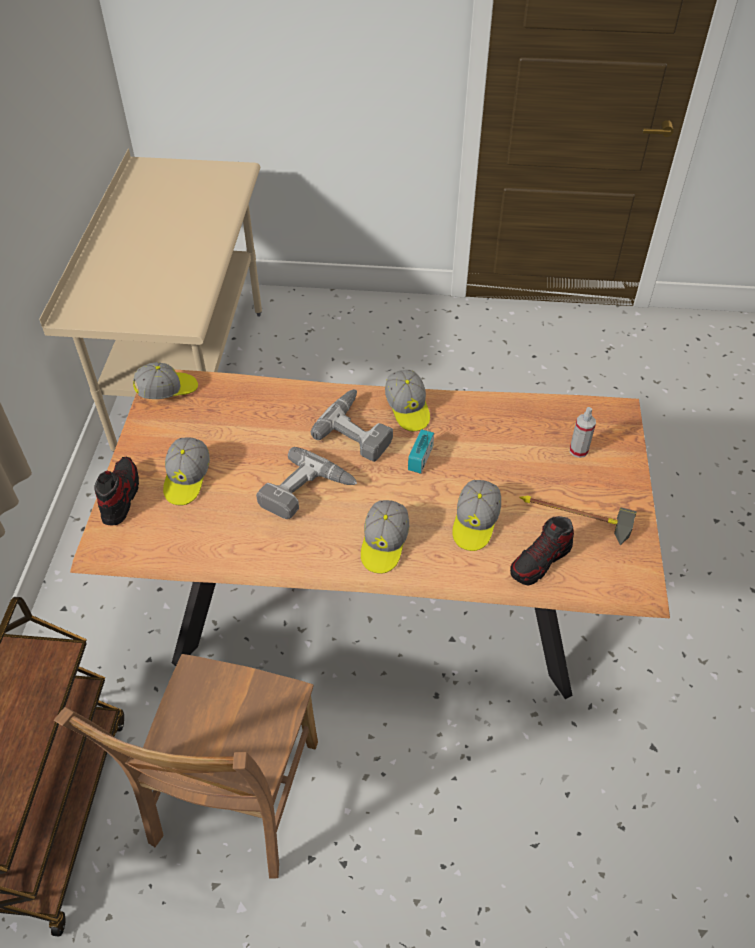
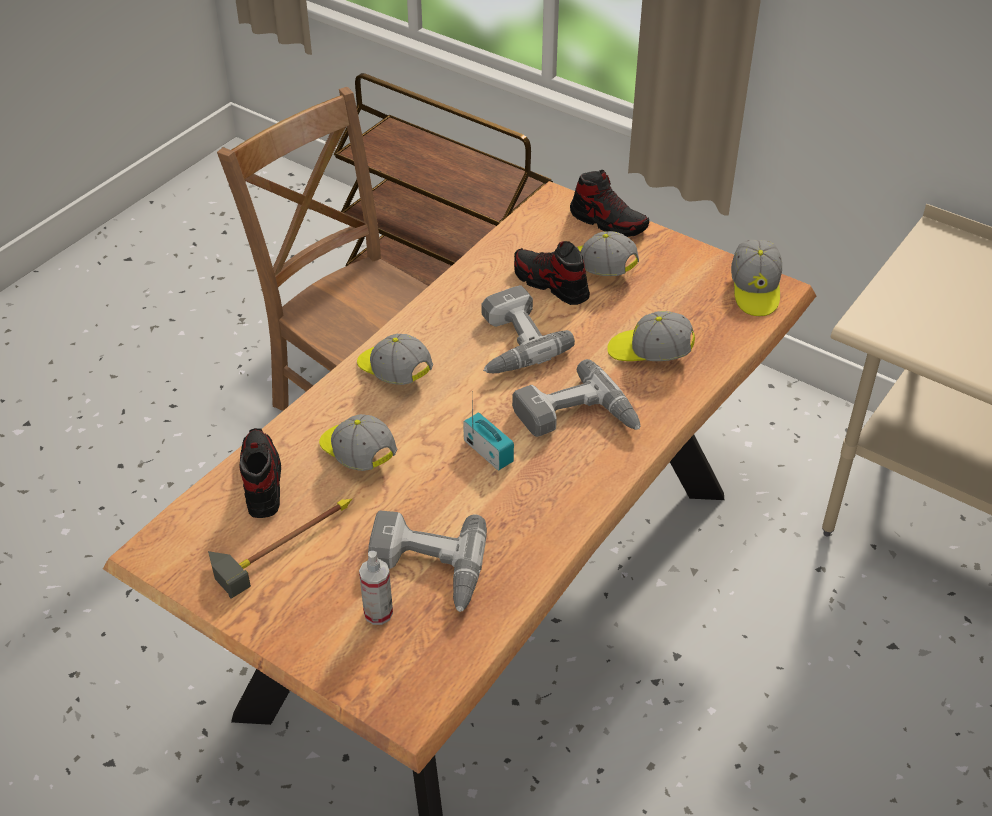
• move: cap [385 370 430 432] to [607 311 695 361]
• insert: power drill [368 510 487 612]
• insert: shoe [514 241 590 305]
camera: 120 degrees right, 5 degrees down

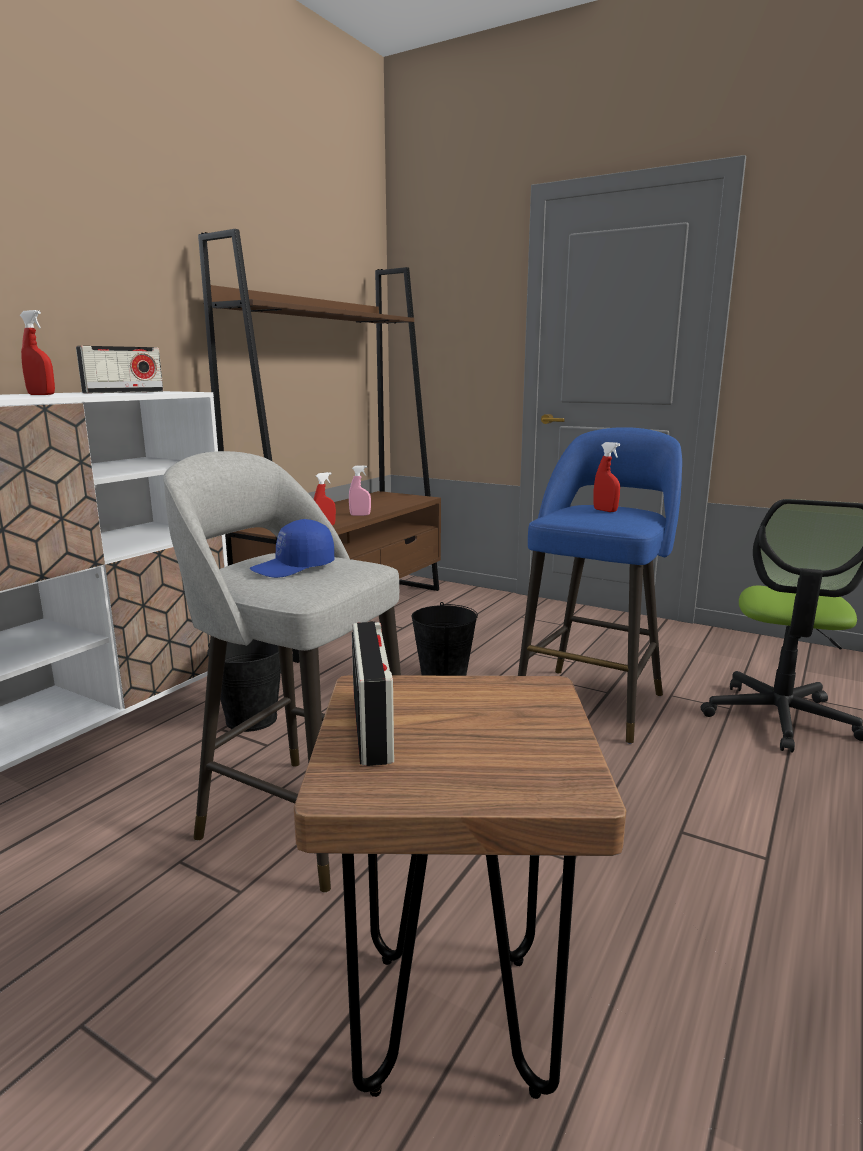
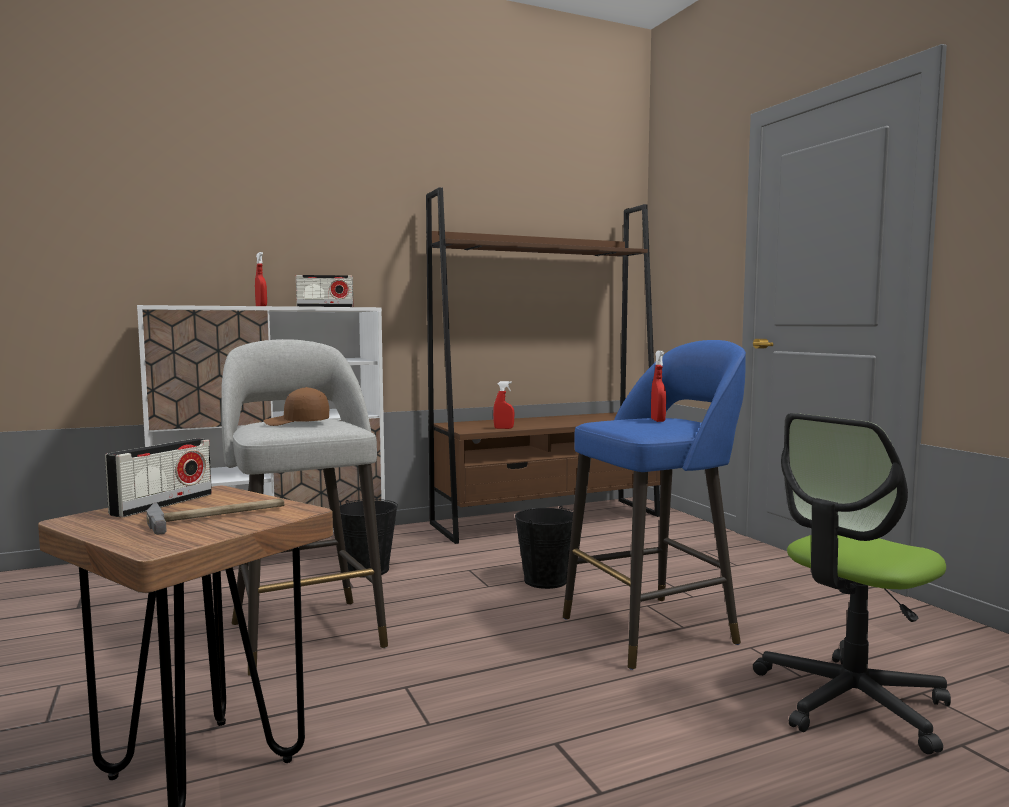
• recolor: blue cap [250 519 334 578] to brown cap [264 387 329 426]
• delete: pink spray bottle [349 465 371 516]
• insert: hammer [147 498 284 535]
camera: 35 degrees right, 10 degrees down

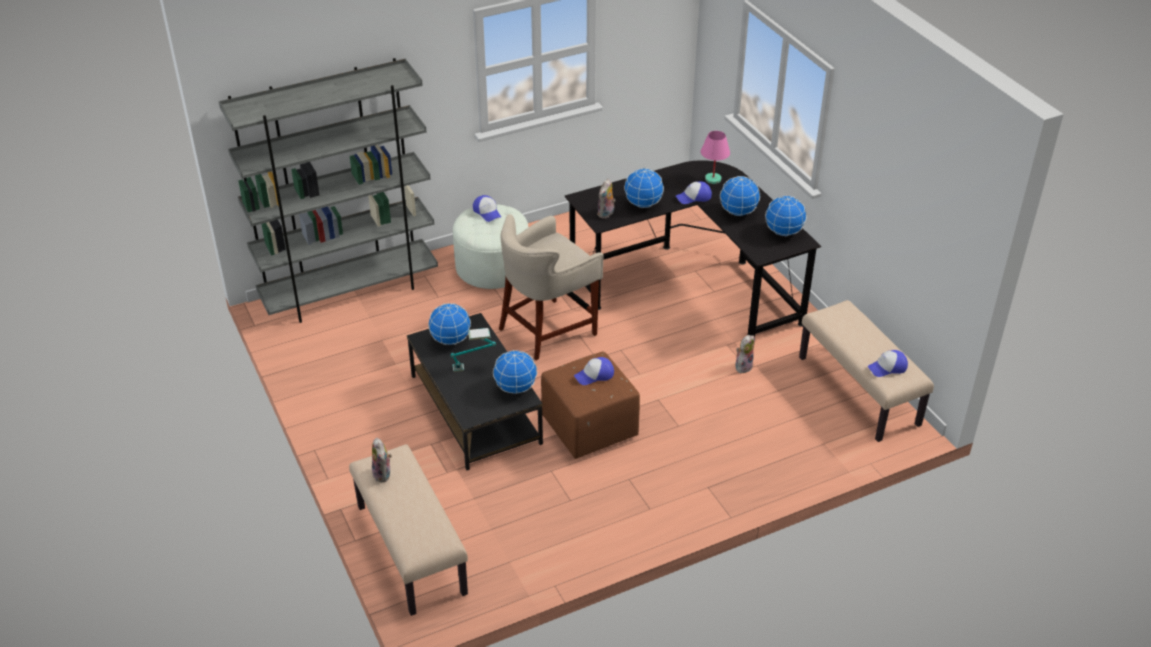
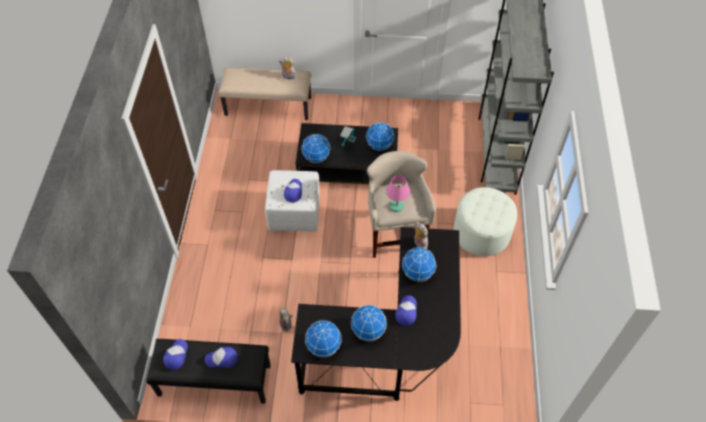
• move: cap [473 195 501 222] to [205 347 237 368]
• recolor: brown ottoman [541 352 640 459] to white ottoman [265 170 320 232]
• move: pink table lamp [701 131 730 184] to [386 176 410 212]
• recolor: beige bench [799 300 934 442] to black bench [146 339 271 404]
camera: 120 degrees right, 15 degrees up

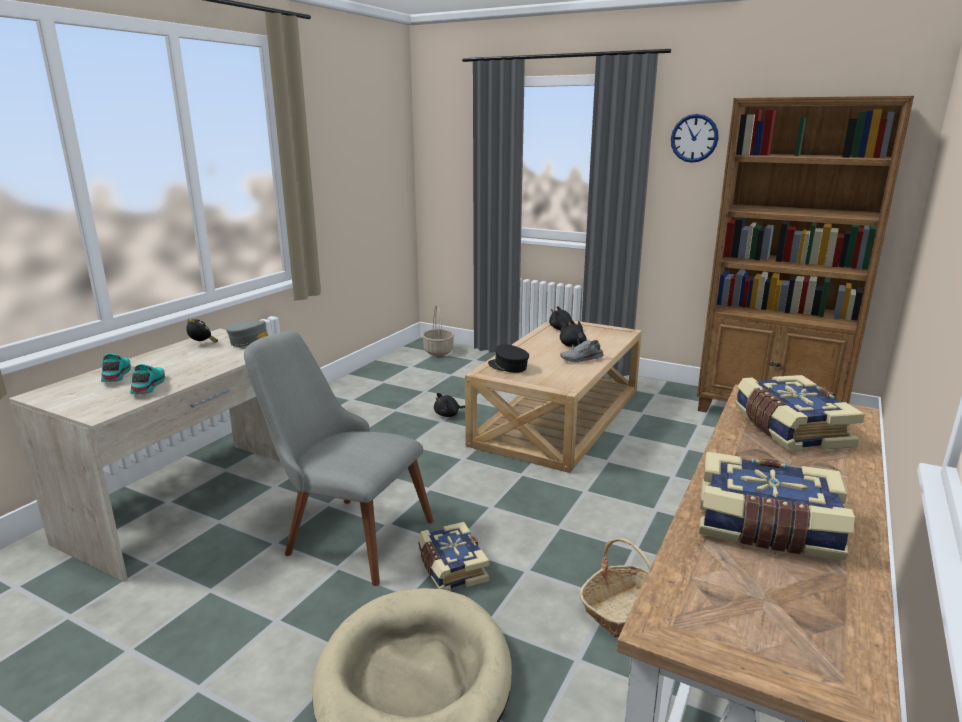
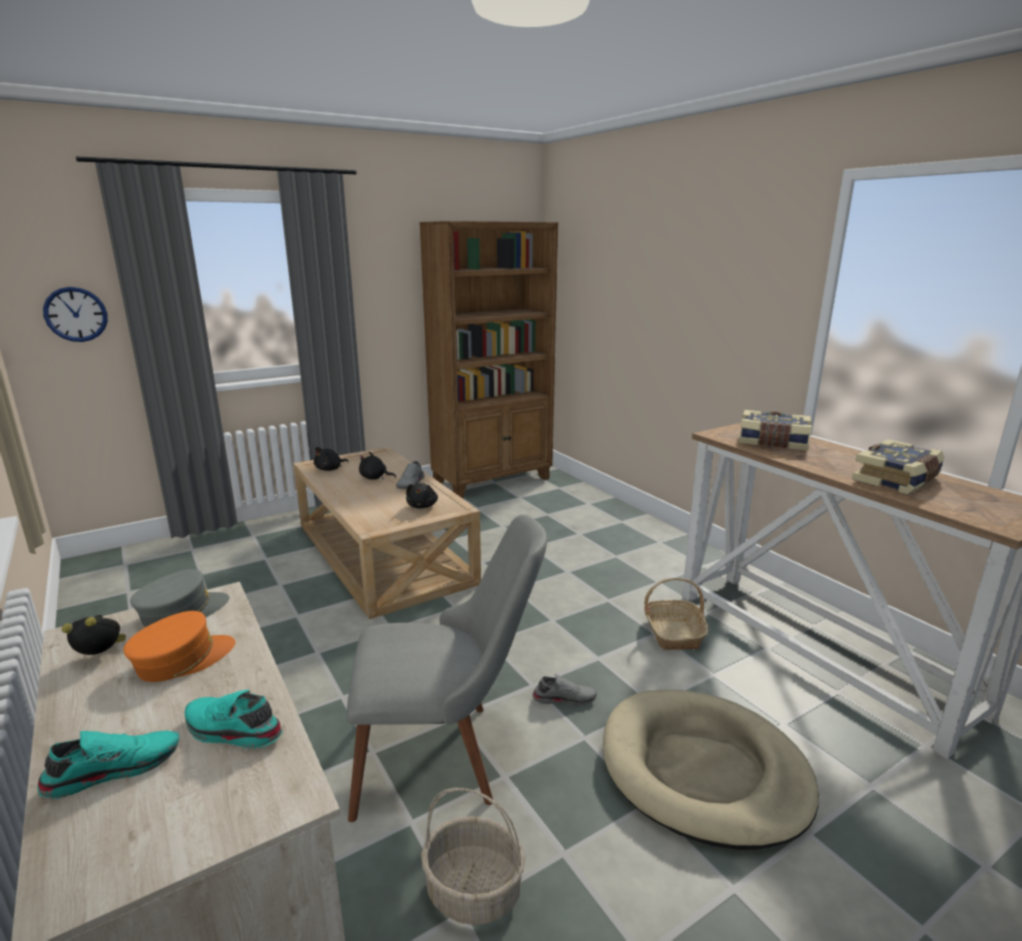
• rotate: turquoise shoe [101 353 131 382] = [37 731 179 799] 135 degrees clockwise
• rotate: grey chair [244 331 434 586] = [347 515 547 822] 150 degrees counterclockwise
• replace: book [418 522 490 591] to grey shoe [532 674 597 706]
• move: basket [422 305 454 356] to [421 788 525 925]
• move: black plush toy [434 393 465 417] to [406 483 438 509]
• delete: black cap [488 344 529 373]
• move: wall clock [671 114 719 163] to [43 287 108 342]
• insert: orange cap [123 611 236 682]
camera: 60 degrees left, 0 degrees up

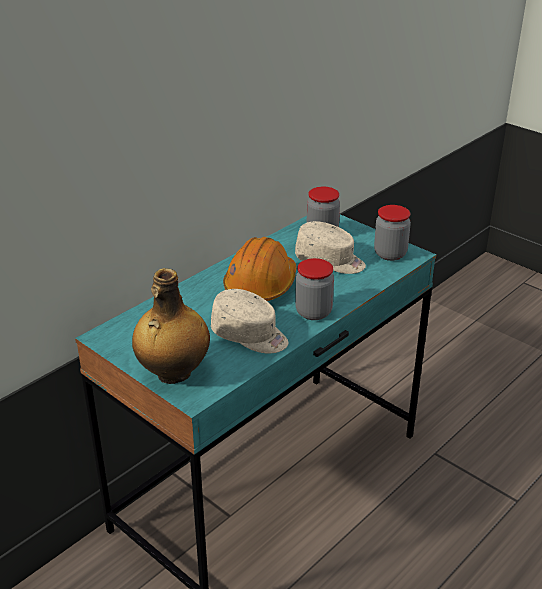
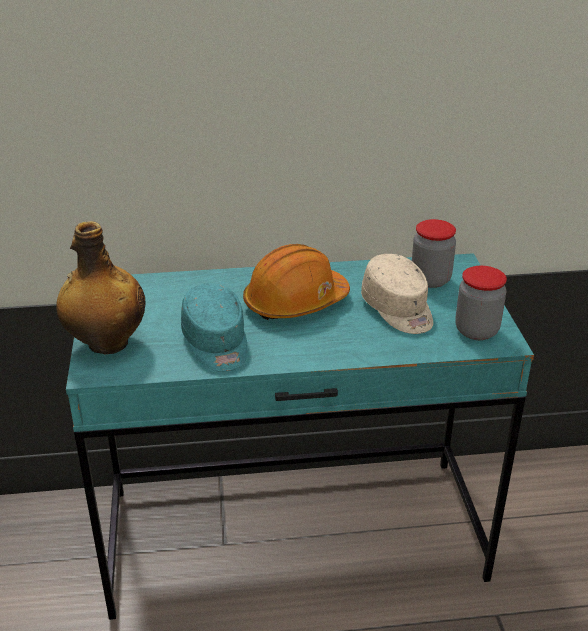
• recolor: beige cap [211 289 288 353] to turquoise cap [181 283 248 372]
• delete: jar [295 258 334 320]
camera: 40 degrees right, 0 degrees up

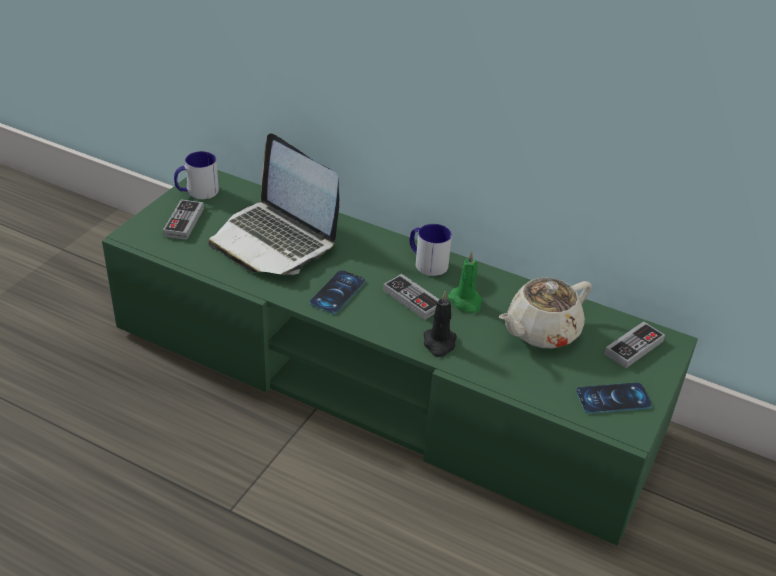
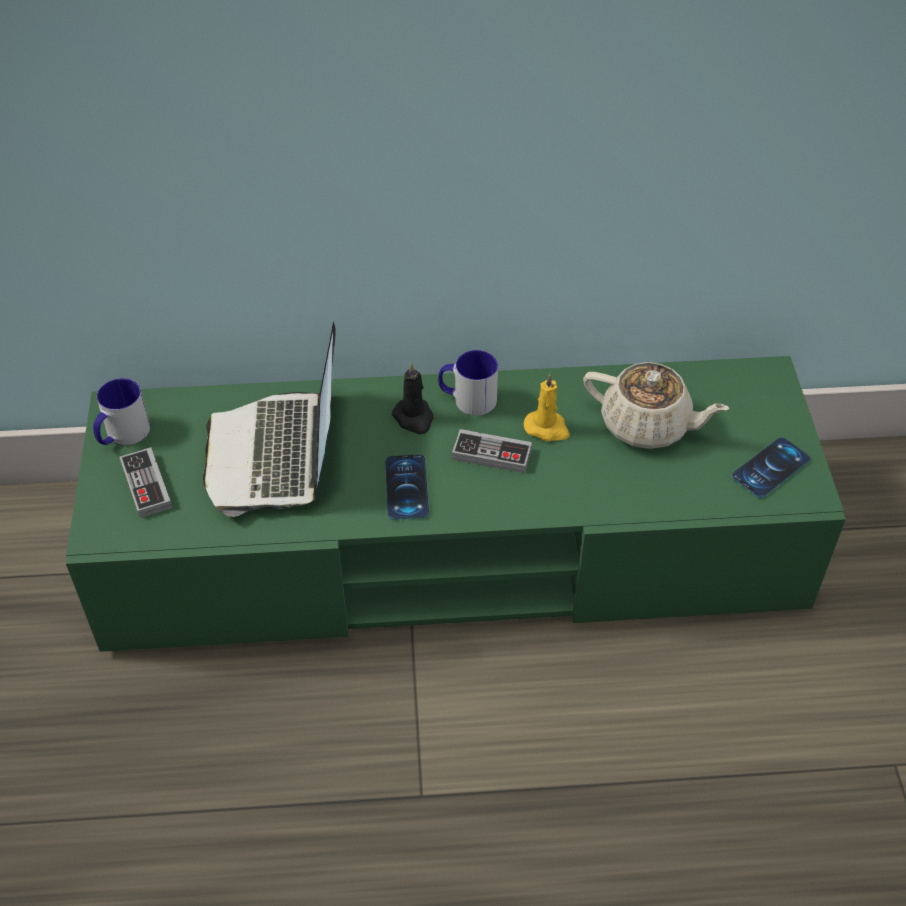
• rotate: laptop [208 133 339 275] = [203 321 336 517] 75 degrees clockwise
• move: black candle [424 291 457 357] to [392 362 434 434]
• recolor: green candle [448 251 482 313] to yellow candle [524 373 570 441]
• rotate: beige teapot [499 277 592 348] = [583 362 729 449] 90 degrees counterclockwise
• delete: game controller [604 321 665 368]
camera: 30 degrees left, 10 degrees up

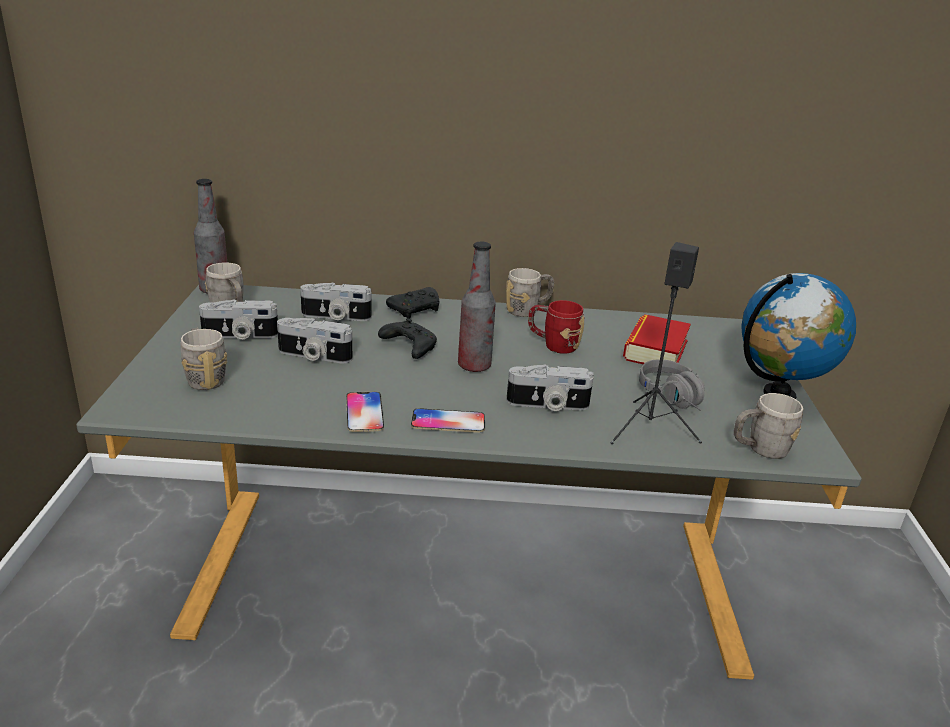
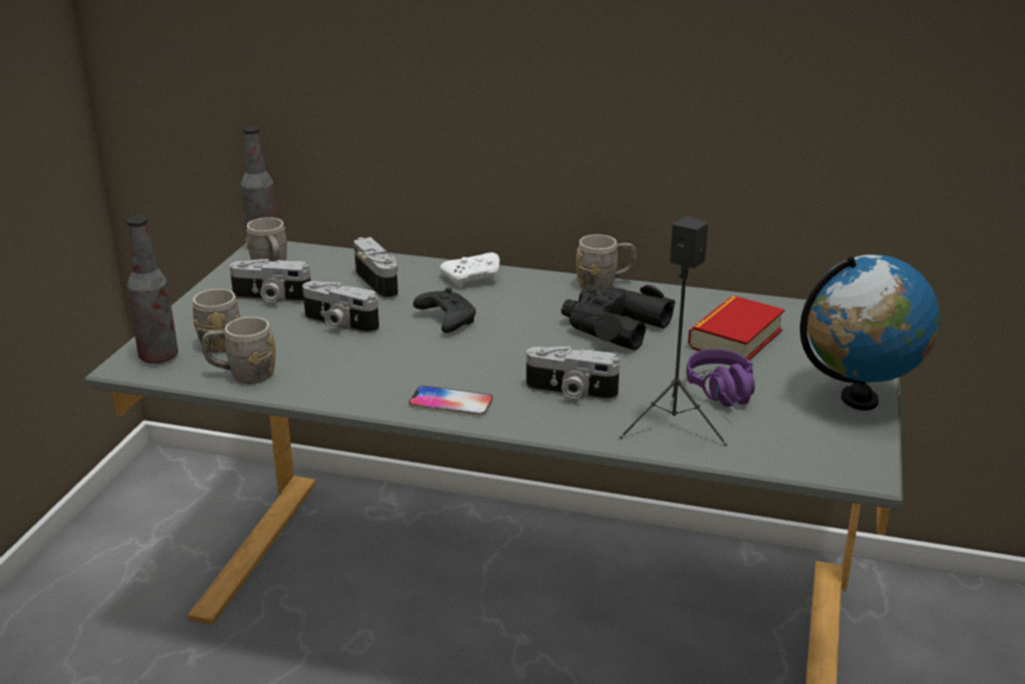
• rotate: photo camera [300 283 371 321] = [353 237 398 299] 135 degrees counterclockwise
• delete: phone [346 392 384 432]
• recolor: black game controller [386 287 439 319] to white game controller [440 253 500 288]
• move: bottle [458 242 496 372] to [127 216 178 364]
• replace: red mug [528 300 585 354] to black binoculars [561 285 675 350]
• recolor: grey headphones [639 359 705 411] to purple headphones [686 349 755 410]
• move: grey mug [734 393 803 459] to [202 317 275 384]
camera: 15 degrees right, 0 degrees up

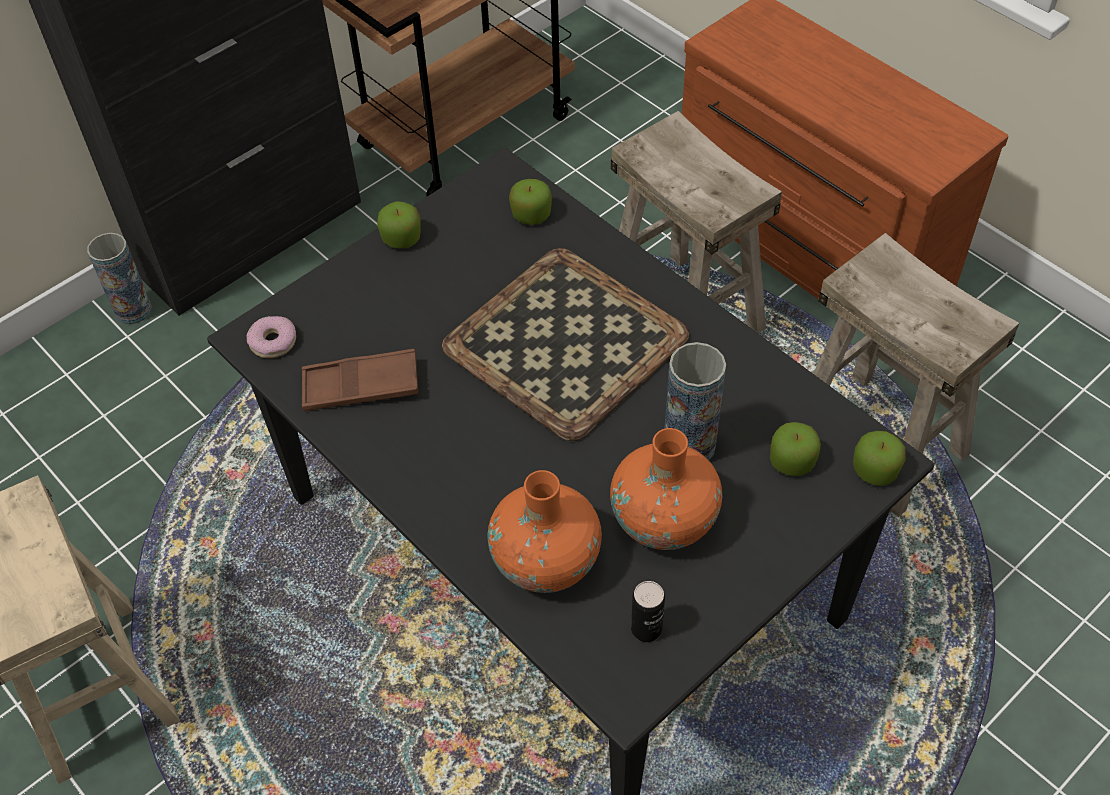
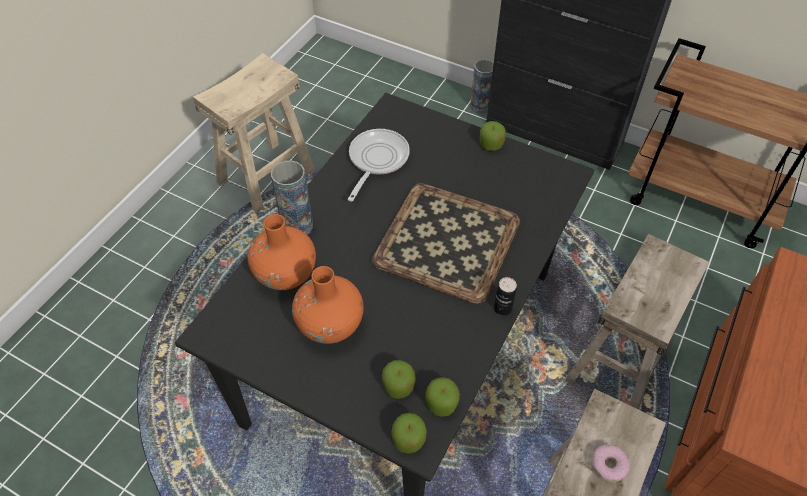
• move: donut [247 316 296 358] to [591 445 630 482]
• replace: brown tray [302 349 418 411] to frying pan [348 129 410 202]
• move: apple [509 179 552 225] to [425 377 460 417]
• move: can [631 581 665 642] to [494 277 517 316]
• move: vase [664 342 726 460] to [271 160 313 235]
camera: 70 degrees right, 0 degrees up

